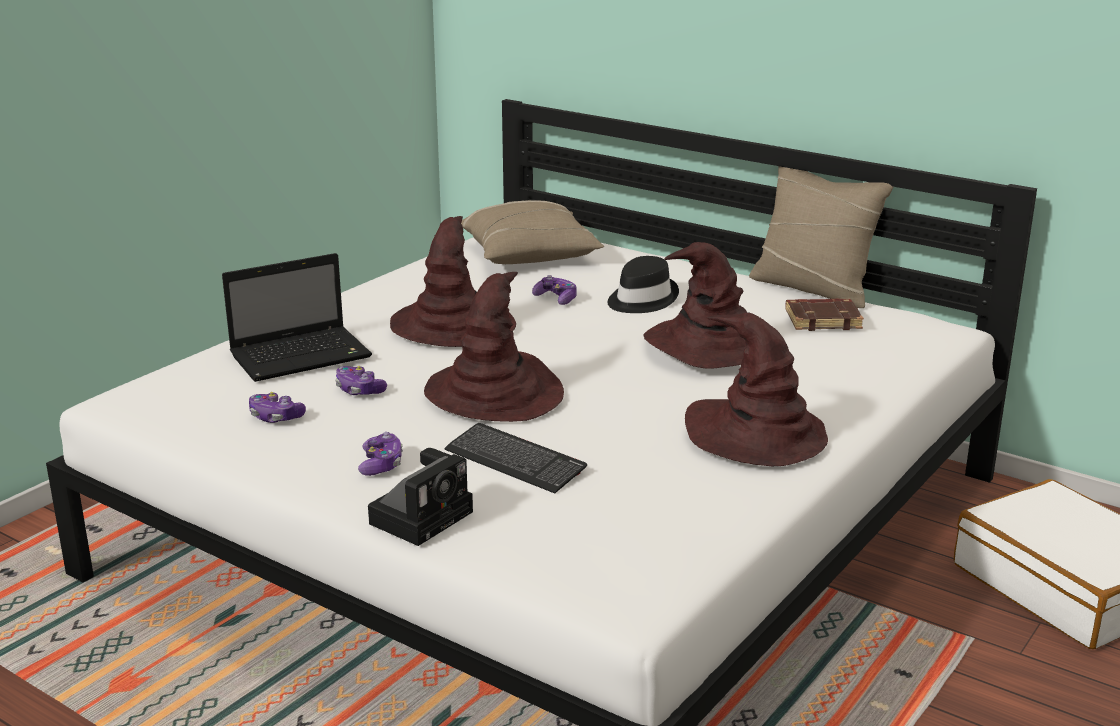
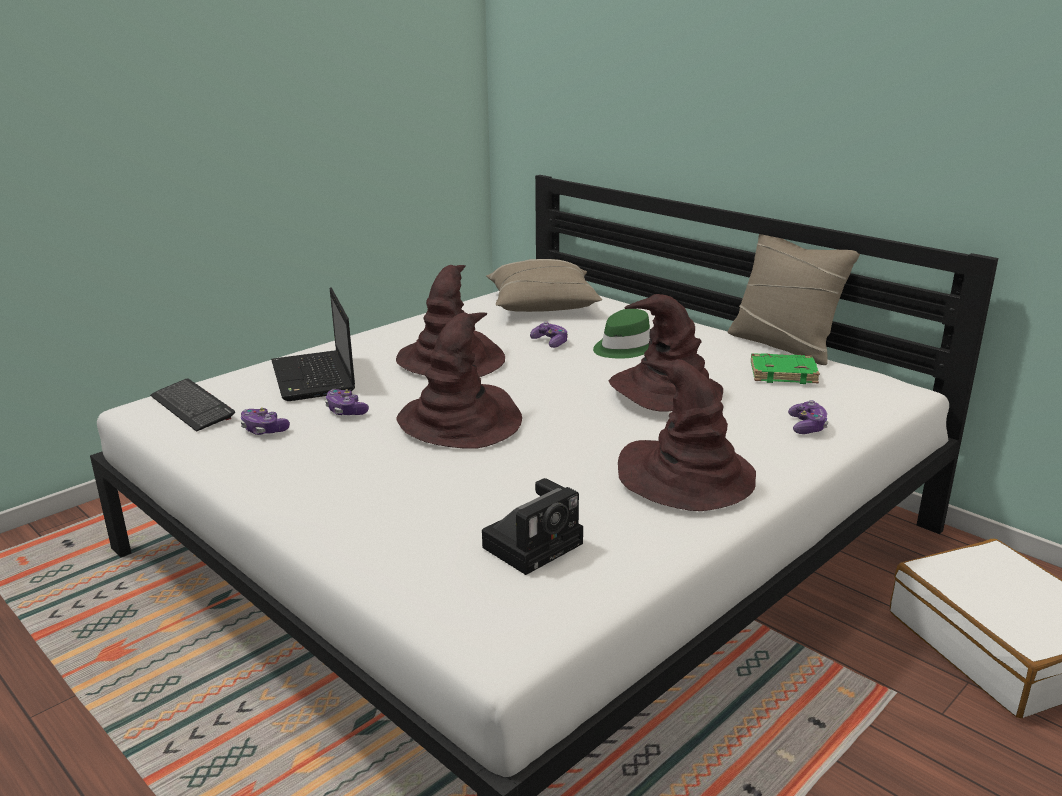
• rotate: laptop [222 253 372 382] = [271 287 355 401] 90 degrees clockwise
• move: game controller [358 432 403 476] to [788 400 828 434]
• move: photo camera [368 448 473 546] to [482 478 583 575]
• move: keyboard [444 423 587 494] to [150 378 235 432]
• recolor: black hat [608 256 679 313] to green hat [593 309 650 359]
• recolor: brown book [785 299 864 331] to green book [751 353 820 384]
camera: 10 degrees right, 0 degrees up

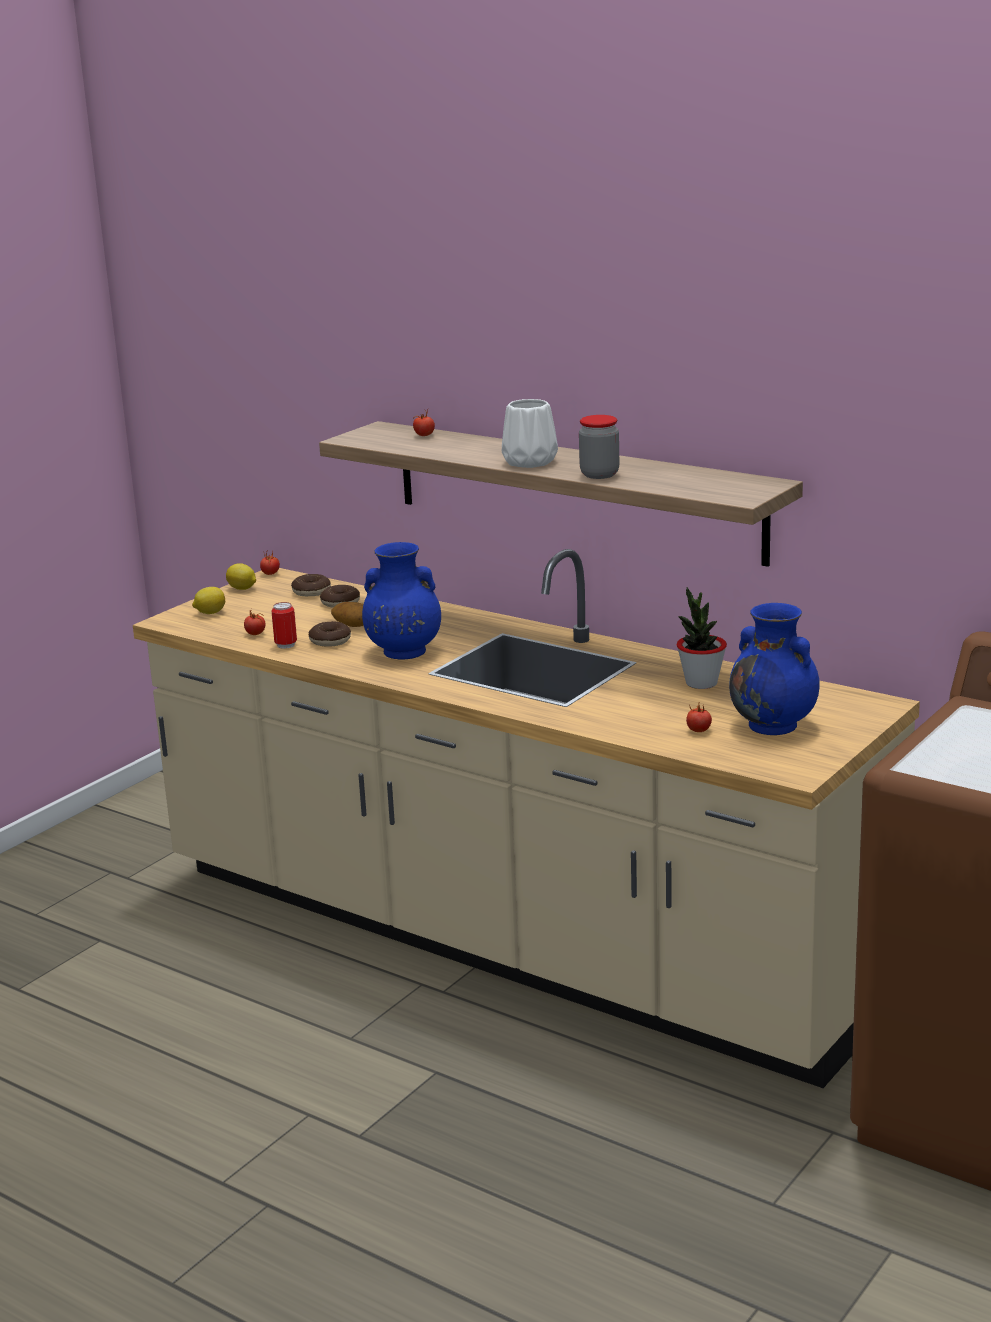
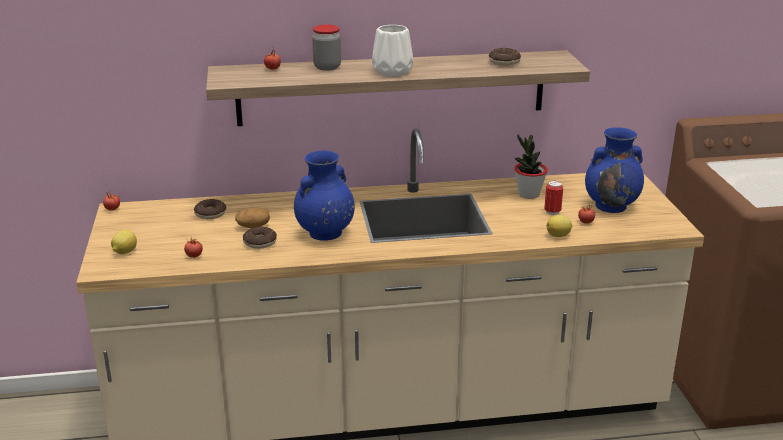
• move: lemon [226 563 256 590] to [547 215 572 237]
• move: can [272 602 297 649] to [544 181 563 215]
• move: donut [291 574 331 596] to [489 48 521 66]
• move: jar [579 415 619 479] to [312 25 341 71]
camera: 45 degrees left, 5 degrees up

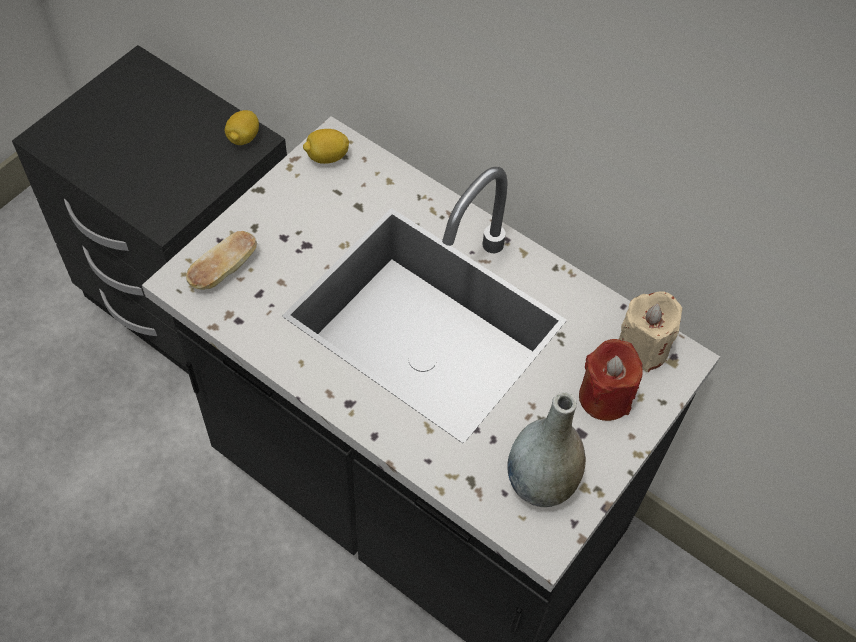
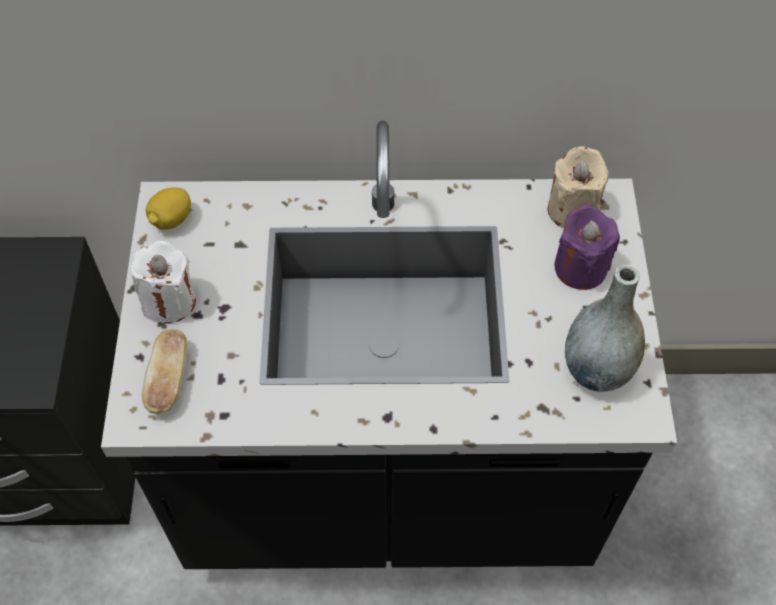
• delete: lemon [225 110 259 145]
• recolor: red candle [579 339 643 421] to purple candle [555 204 620 290]
• insert: white candle [130 241 196 324]
camera: 35 degrees left, 0 degrees up

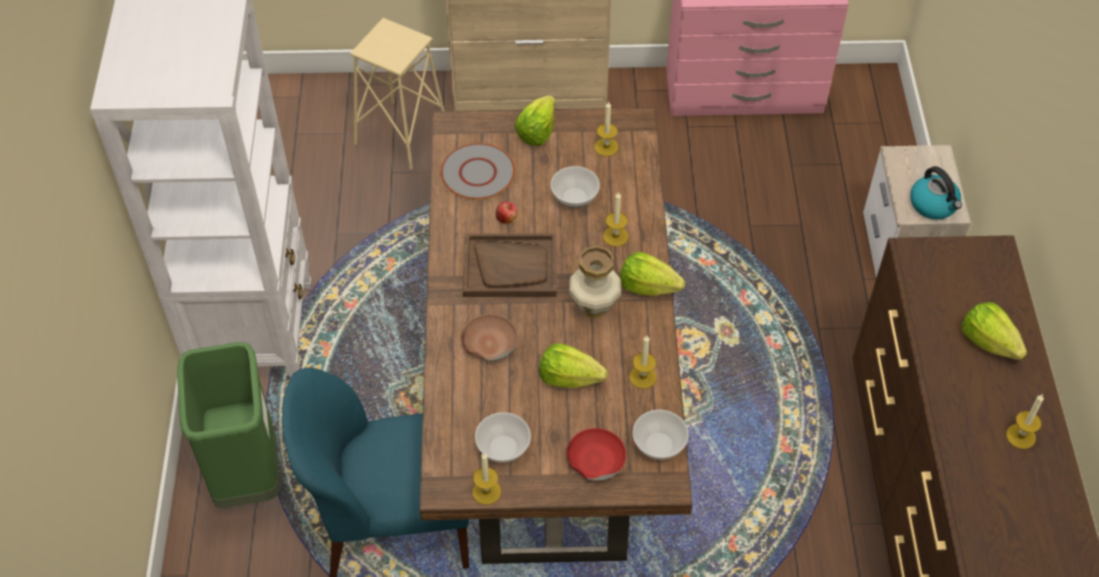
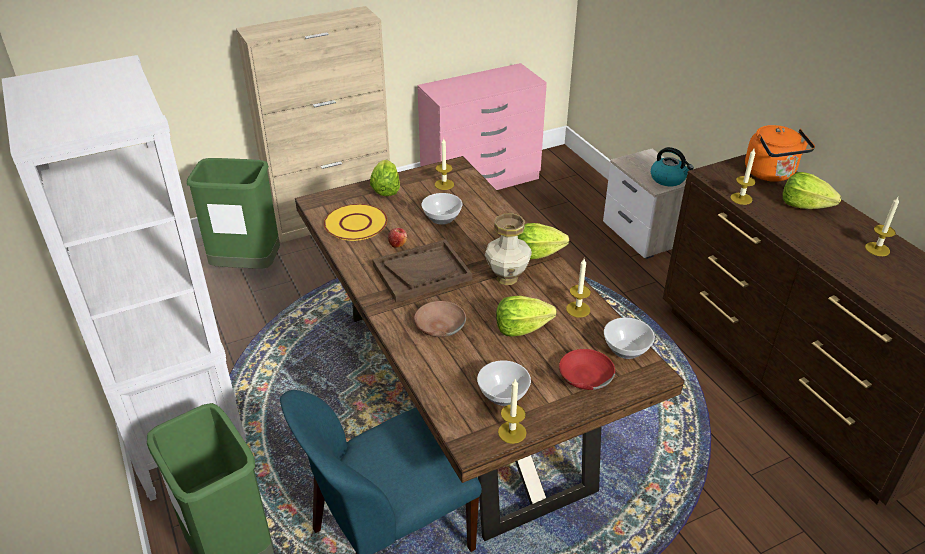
• replace: beige stool [350 18 445 170] to green trash can [187 158 280 269]
• recolor: grey plate [441 143 515 199] to yellow plate [324 204 387 241]
• move: candle [603 191 629 247] to [730 149 756 205]
• insert: orange kettle [745 125 815 182]
camera: 25 degrees left, 15 degrees down

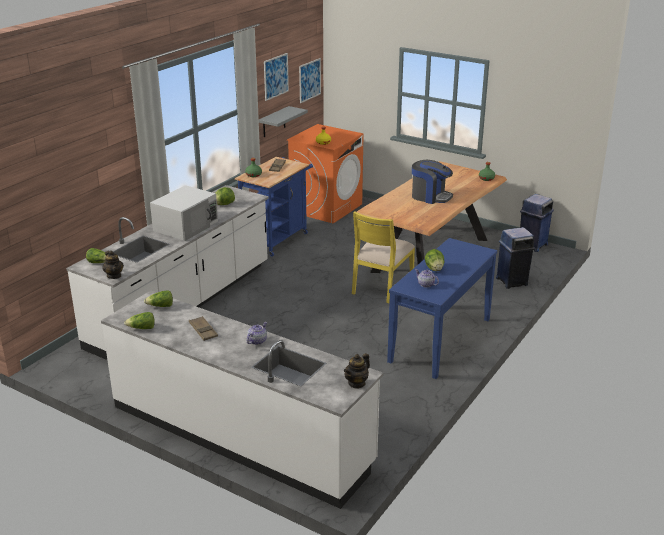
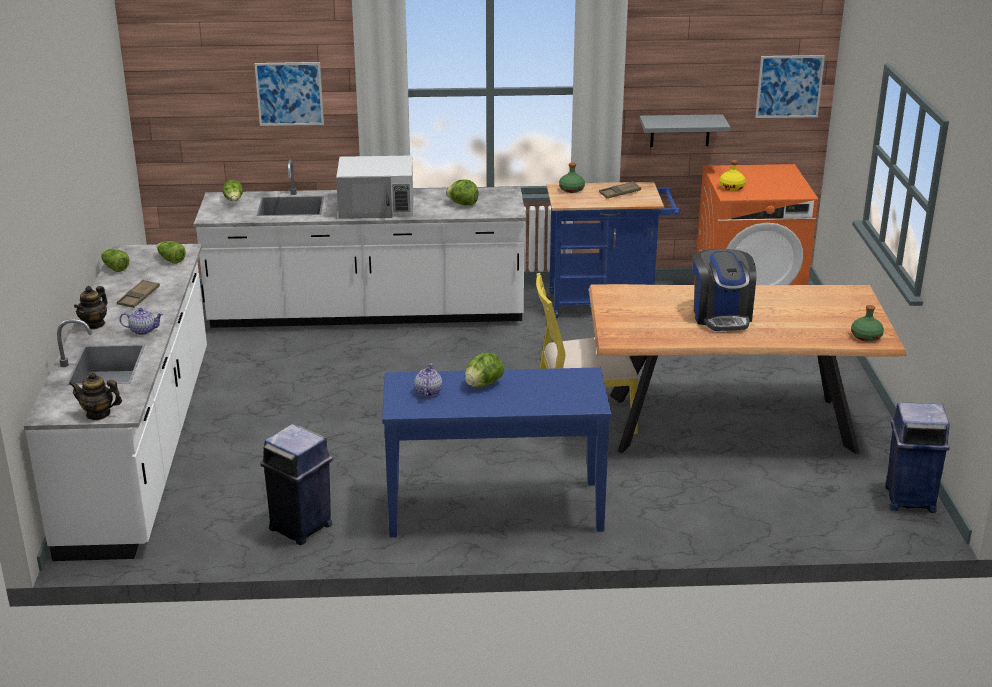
• move: teapot [102 251 124 279] to [74 286 108 329]
• move: picture [264 53 289 101] to [254 62 324 126]
• move: blue trash can [496 227 535 289] to [260 424 333 545]
camera: 55 degrees right, 0 degrees up

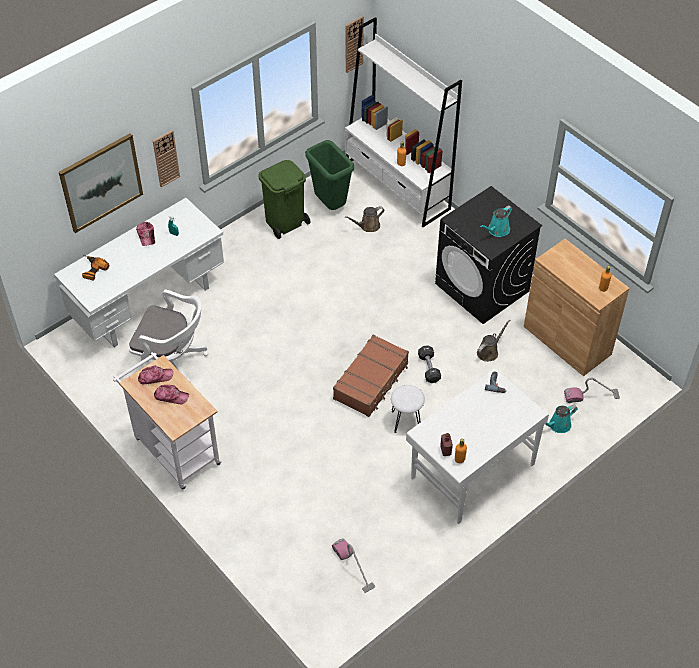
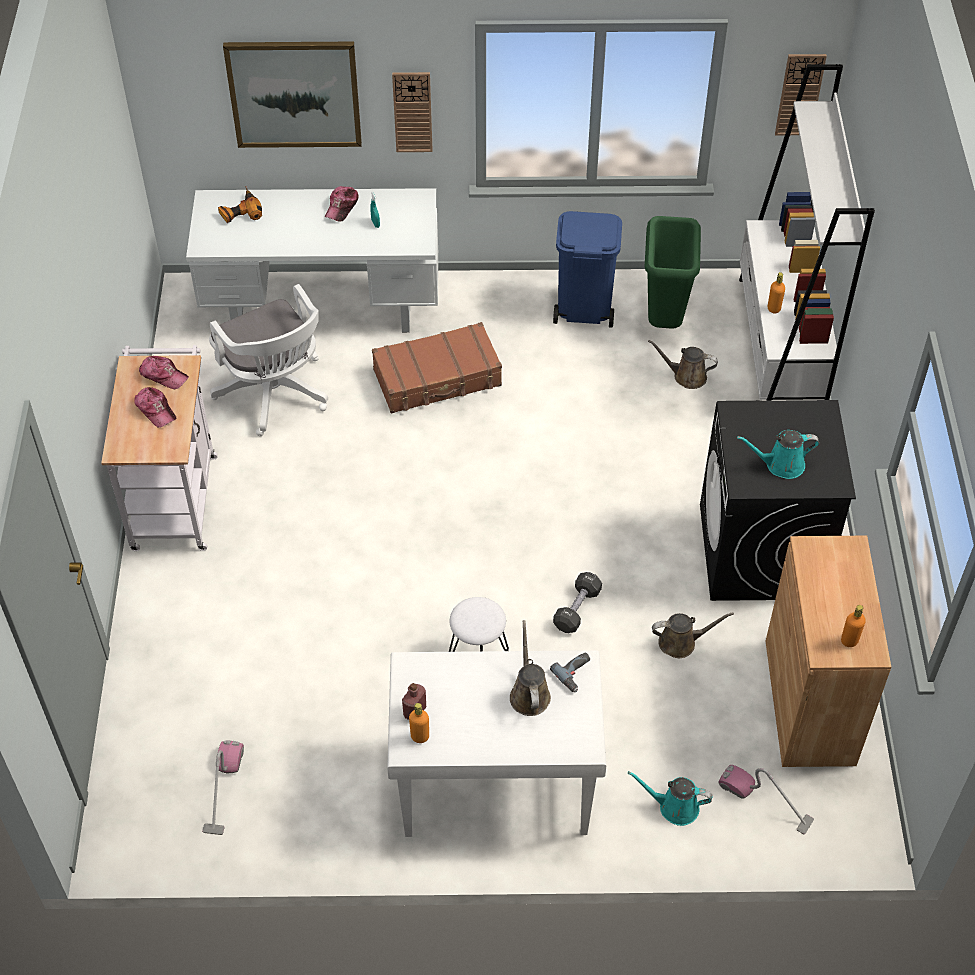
• recolor: green trash can [259 160 311 239] to blue trash can [553 211 622 328]
• move: brown suitcase [333 334 409 417] to [372 322 502 414]
• insert: brown watering can [510 620 551 716]
camera: 40 degrees right, 0 degrees up

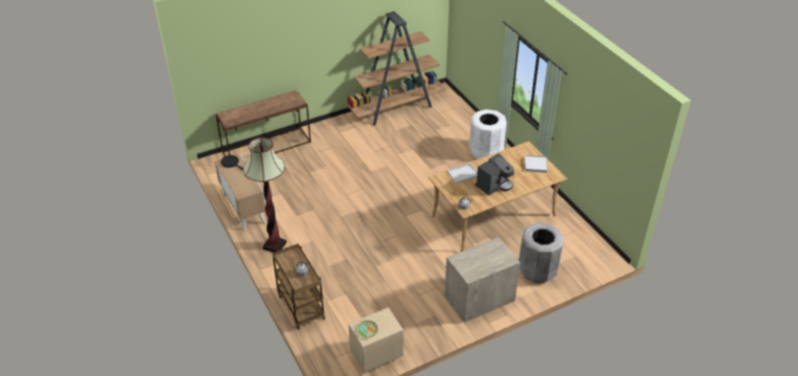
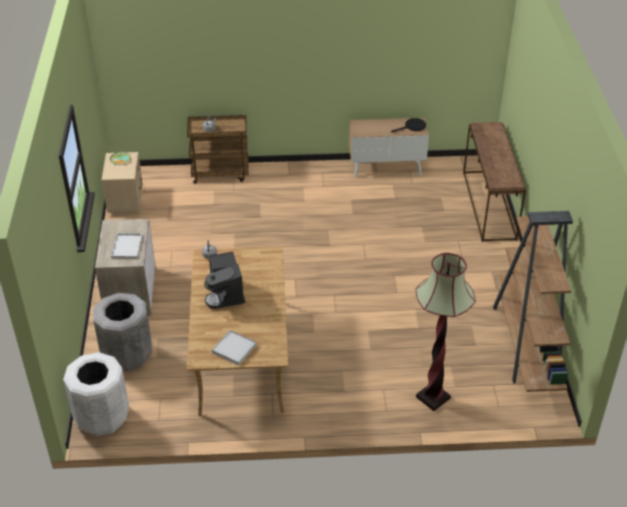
• move: floor lamp [243 137 287 252] to [416 253 476 411]
• move: white tray [447 163 477 183] to [111 233 143 258]
• move: white trash can [469 109 507 159] to [63 352 129 436]
camera: 115 degrees right, 0 degrees up

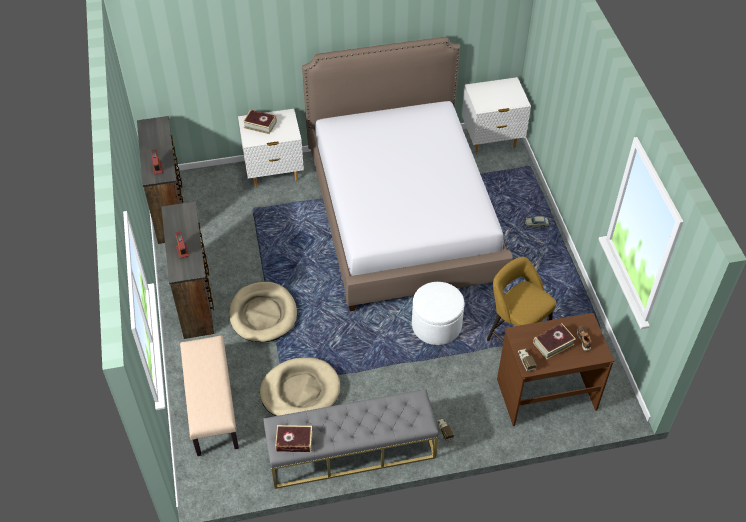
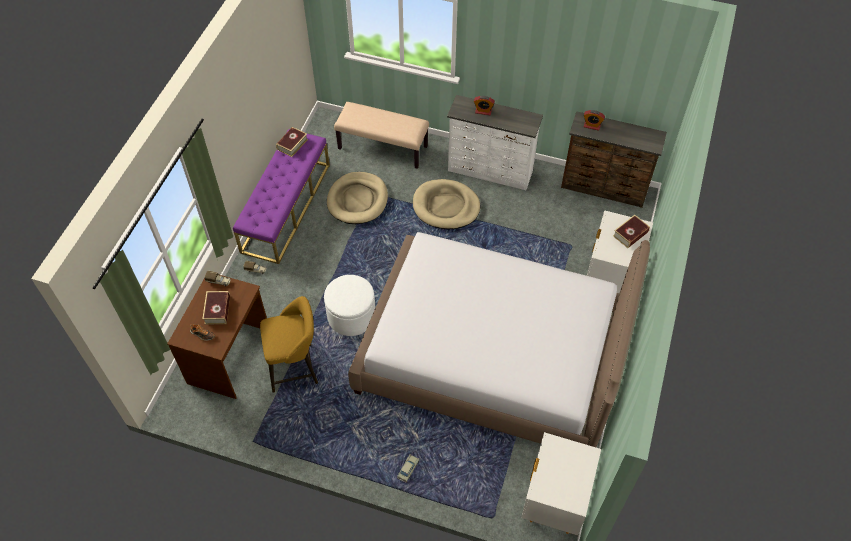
• recolor: brown dresser [161 201 214 339] to white dresser [447 95 543 190]
• recolor: grey bench [263 389 439 489] to purple bench [233 129 330 264]
camera: 120 degrees right, 5 degrees up

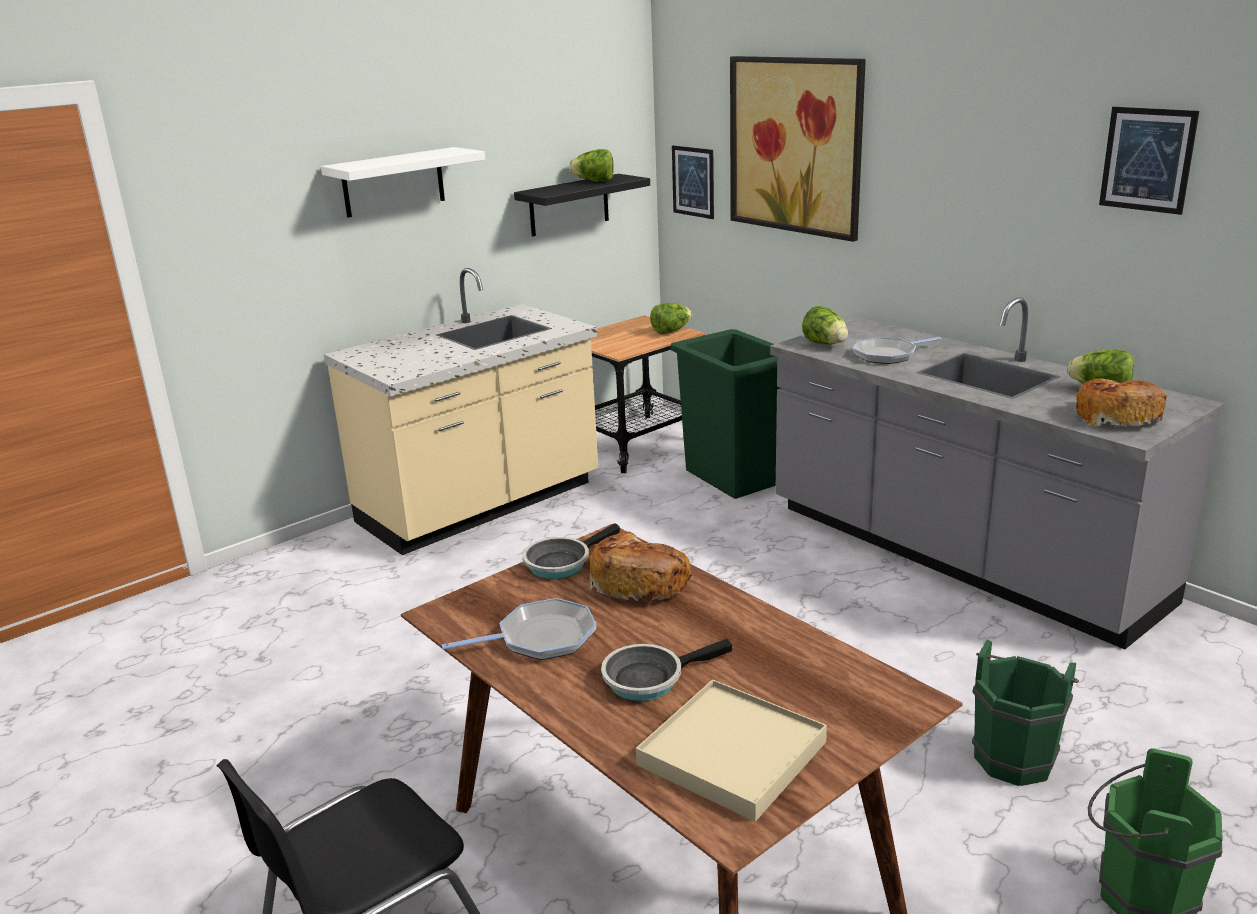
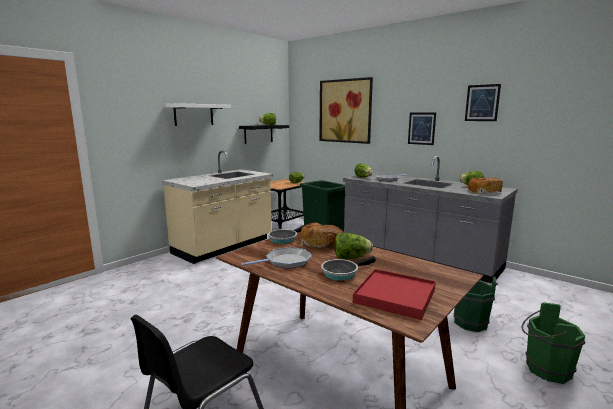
• recolor: beige tray [636 679 827 822] to red tray [353 269 436 320]
• move: picture [672 145 714 219] to [408 112 436 145]
• insert: lettuce [335 233 373 260]
camera: 10 degrees left, 10 degrees down

